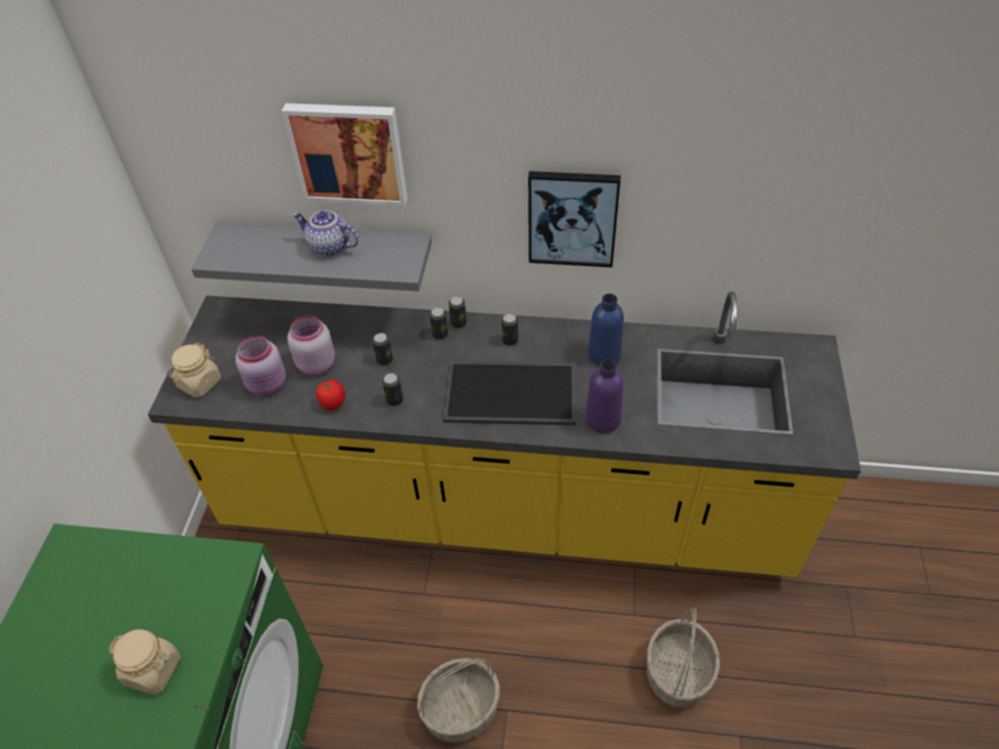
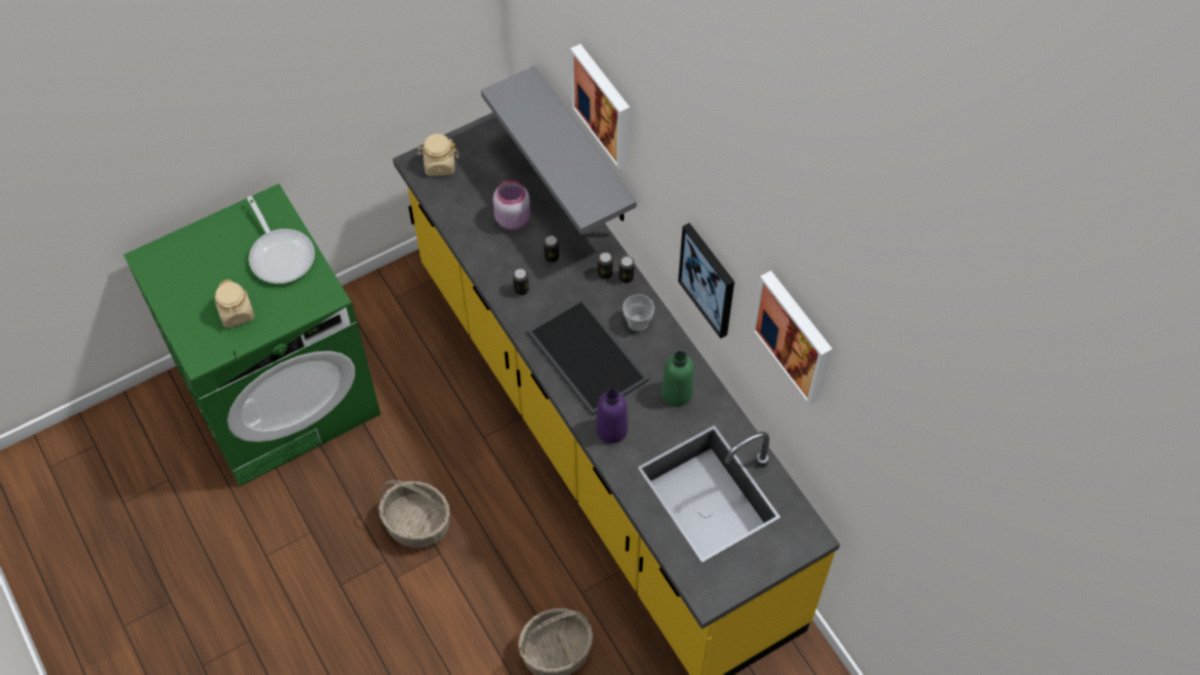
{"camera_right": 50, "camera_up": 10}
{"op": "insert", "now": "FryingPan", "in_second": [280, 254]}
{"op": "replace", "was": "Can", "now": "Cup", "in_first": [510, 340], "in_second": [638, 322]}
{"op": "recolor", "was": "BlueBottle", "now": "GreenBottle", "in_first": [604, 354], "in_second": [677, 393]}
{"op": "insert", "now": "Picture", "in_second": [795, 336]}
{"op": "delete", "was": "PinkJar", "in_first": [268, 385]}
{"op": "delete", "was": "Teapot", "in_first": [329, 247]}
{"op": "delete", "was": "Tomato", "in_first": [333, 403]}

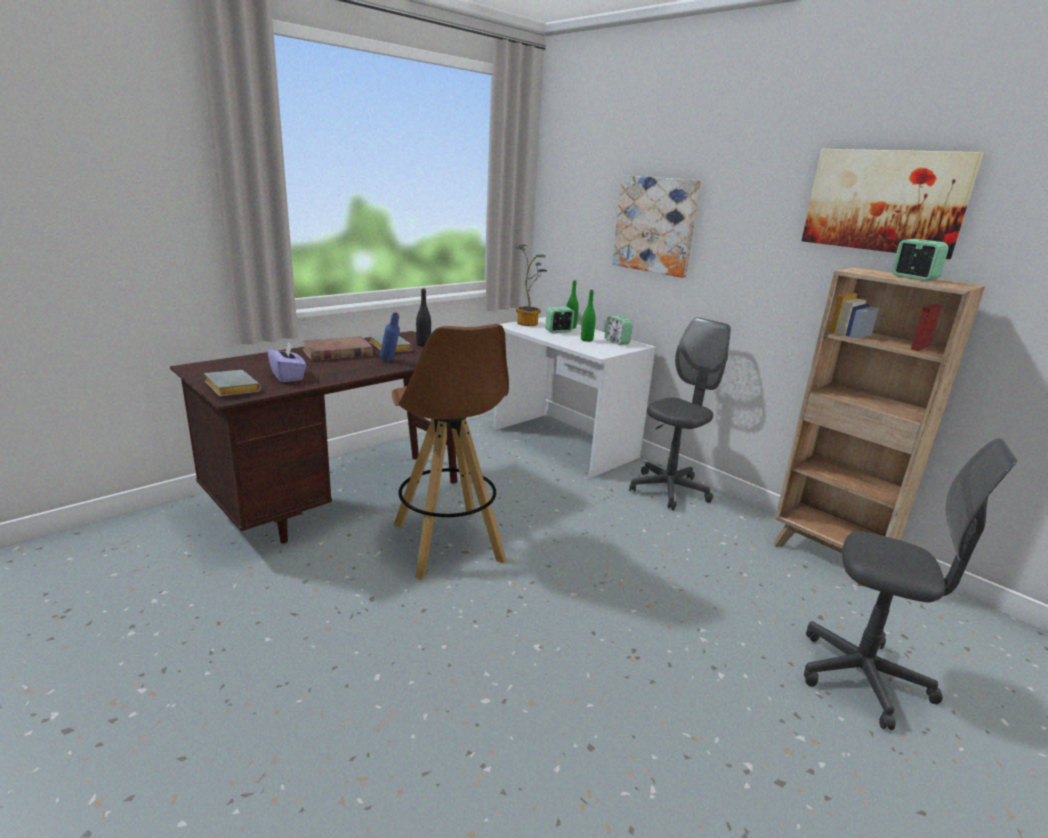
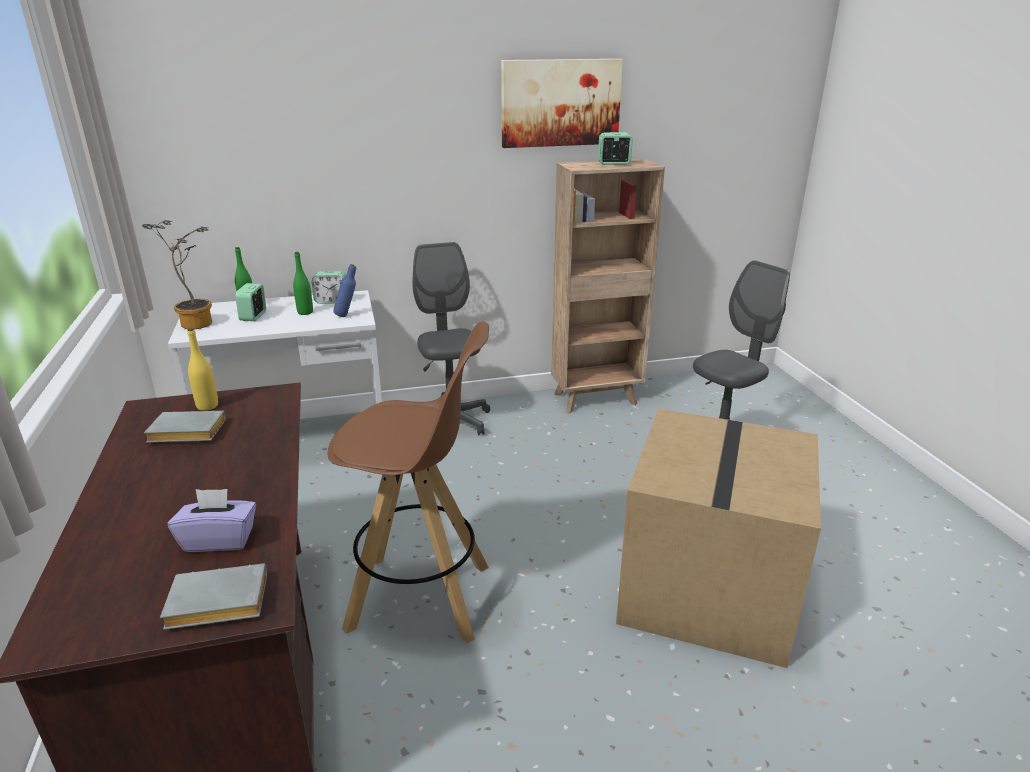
{"camera_right": -60, "camera_up": 5}
{"op": "recolor", "was": "BlackBottle", "now": "YellowBottle", "in_first": [423, 345], "in_second": [207, 406]}
{"op": "move", "was": "BlueBottle", "in_first": [390, 361], "in_second": [347, 315]}
{"op": "insert", "now": "CardboardBox", "in_second": [705, 587]}
{"op": "delete", "was": "BrownBook", "in_first": [337, 353]}
{"op": "delete", "was": "Picture", "in_first": [655, 225]}

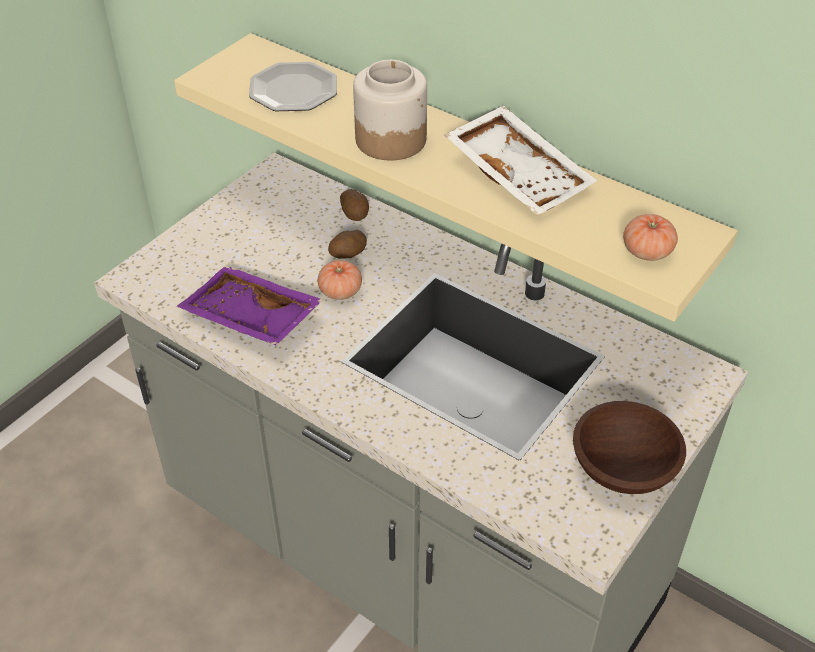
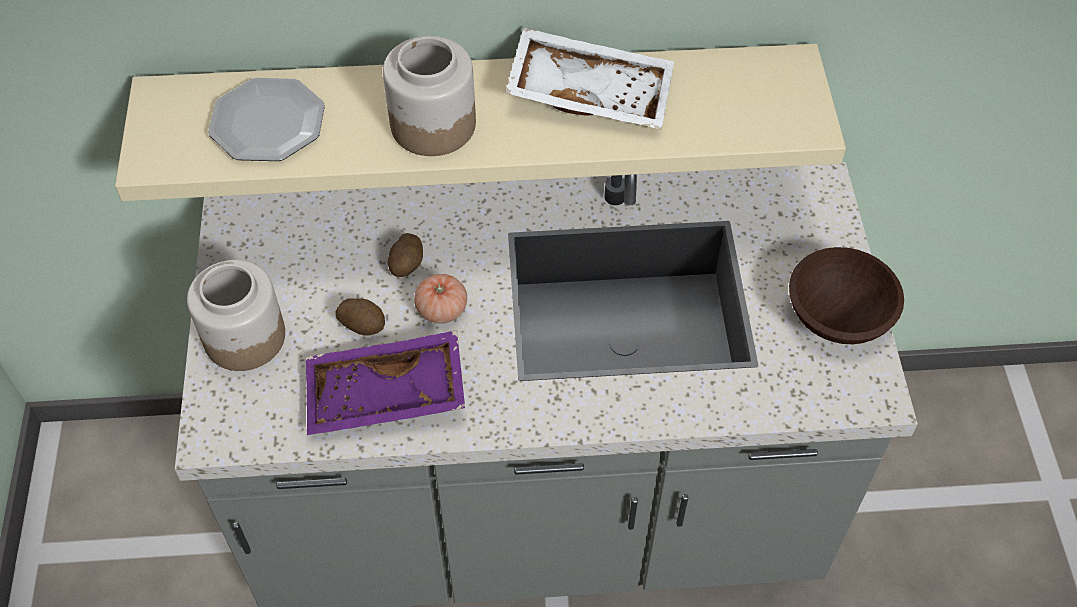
{"camera_right": -40, "camera_up": 10}
{"op": "insert", "now": "Jar", "in_second": [243, 337]}
{"op": "move", "was": "Potato", "in_first": [355, 214], "in_second": [363, 324]}
{"op": "delete", "was": "Tomato", "in_first": [647, 251]}

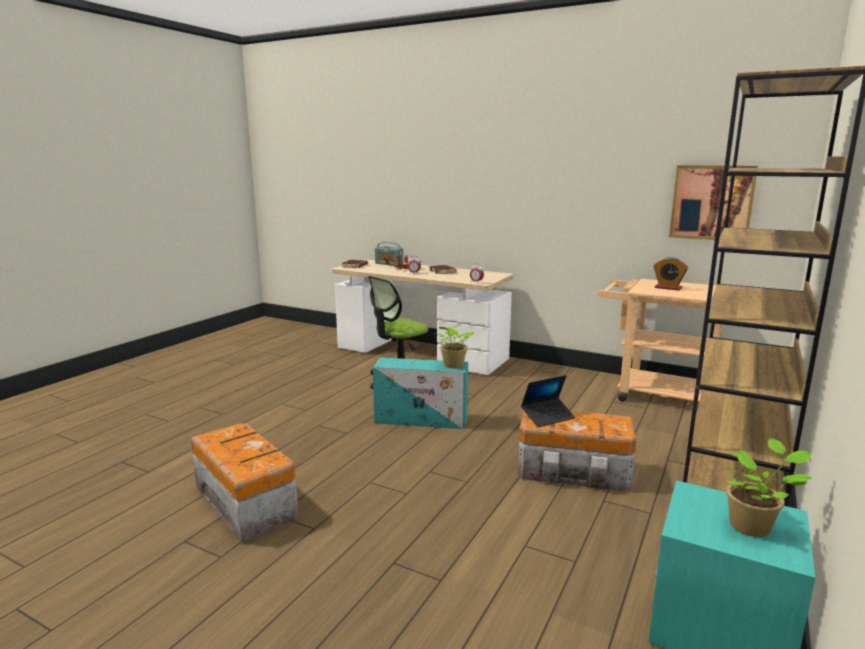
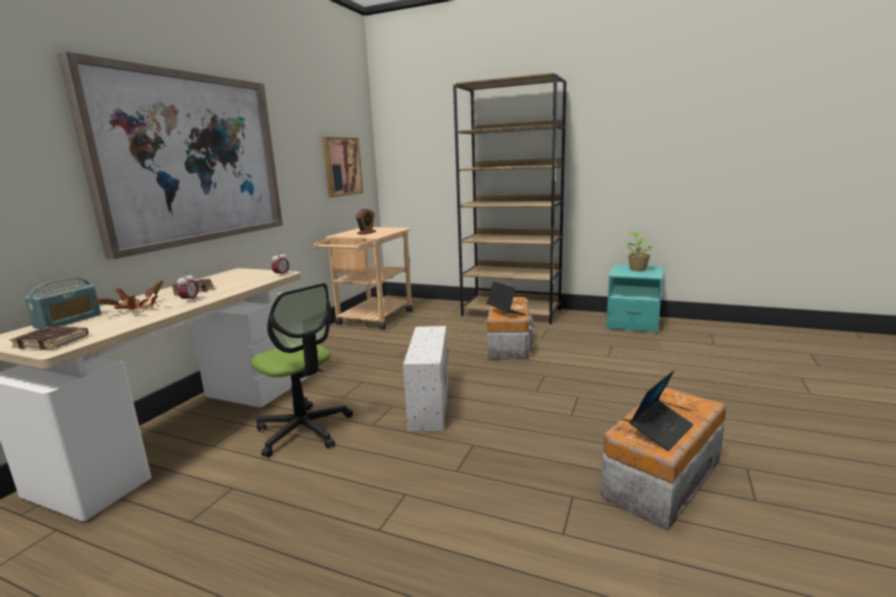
{"camera_right": -95, "camera_up": 0}
{"op": "insert", "now": "Picture", "in_second": [191, 159]}
{"op": "recolor", "was": "TurquoiseStorageBox", "now": "WhiteStorageBox", "in_first": [422, 420], "in_second": [430, 403]}
{"op": "insert", "now": "Laptop", "in_second": [661, 430]}
{"op": "delete", "was": "PottedPlant", "in_first": [452, 366]}

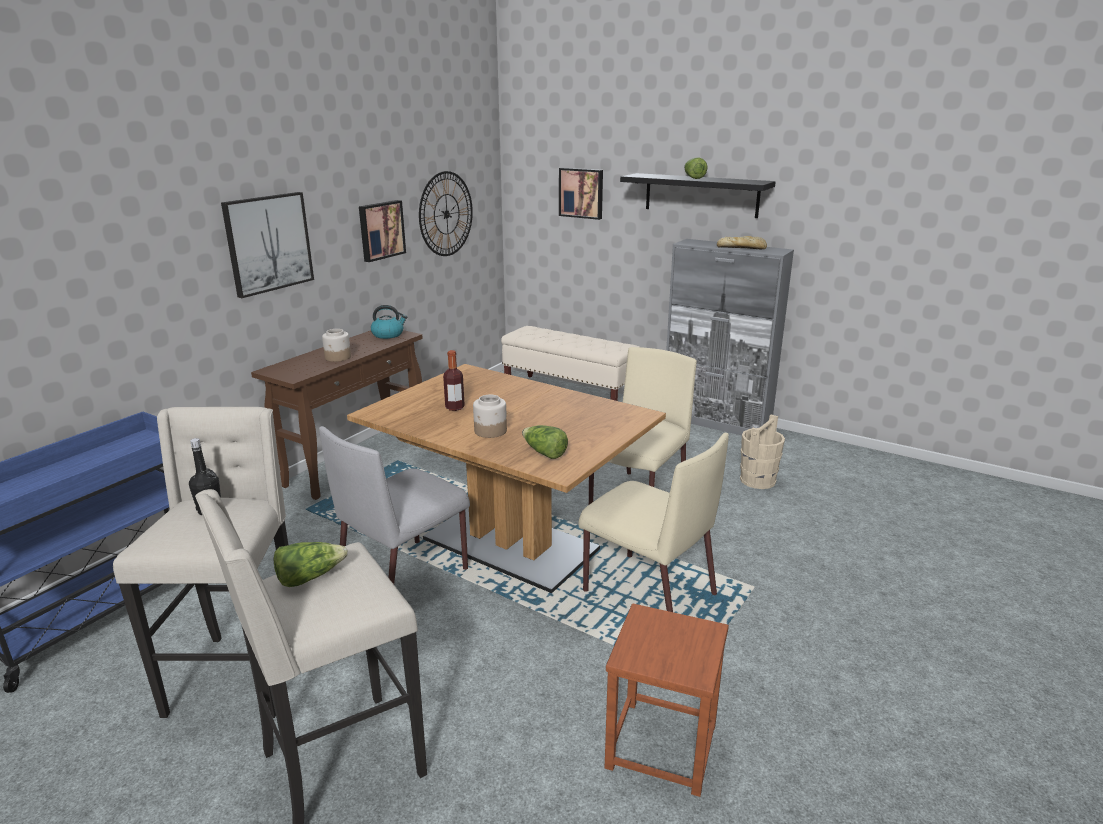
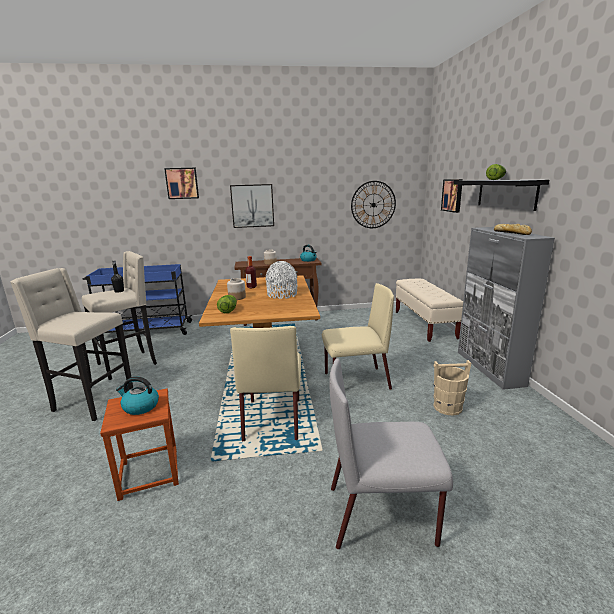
{"camera_right": 50, "camera_up": -5}
{"op": "insert", "now": "Kettle", "in_second": [140, 407]}
{"op": "move", "was": "Picture", "in_first": [380, 230], "in_second": [182, 183]}
{"op": "insert", "now": "WhiteVase", "in_second": [282, 294]}
{"op": "move", "was": "GreyChair", "in_first": [405, 576], "in_second": [383, 515]}
{"op": "delete", "was": "Lettuce", "in_first": [309, 577]}

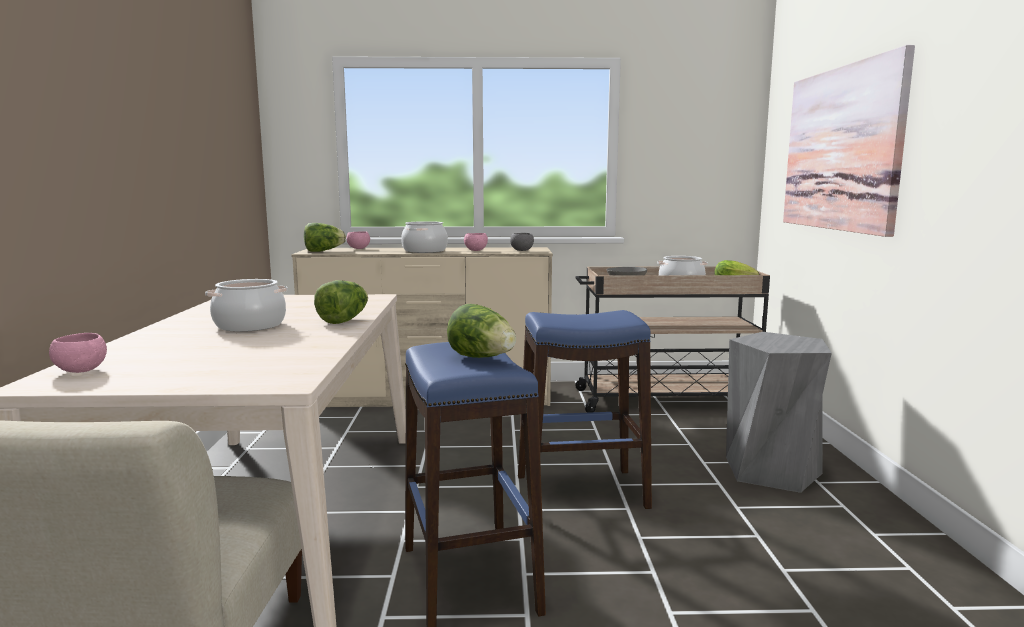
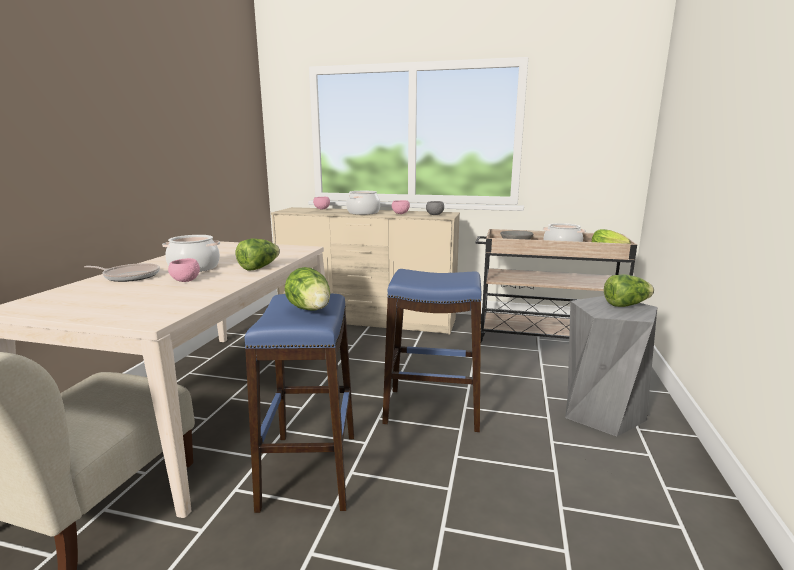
{"camera_right": 15, "camera_up": 5}
{"op": "insert", "now": "FryingPan", "in_second": [129, 276]}
{"op": "move", "was": "PinkBowl", "in_first": [81, 371], "in_second": [185, 281]}
{"op": "move", "was": "Lettuce", "in_first": [323, 251], "in_second": [625, 305]}
{"op": "delete", "was": "Picture", "in_first": [841, 149]}

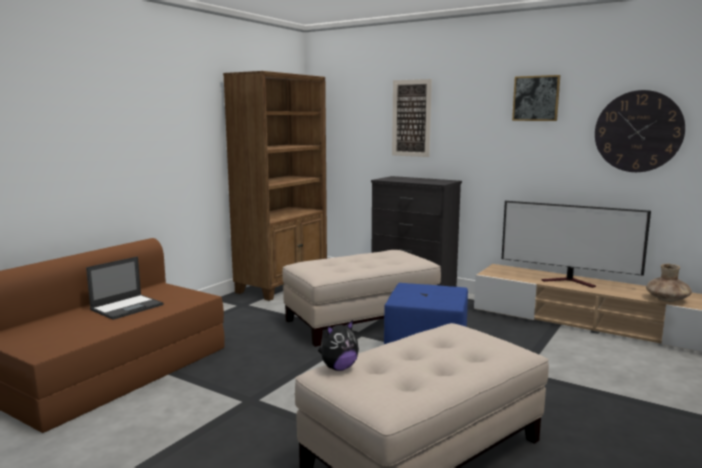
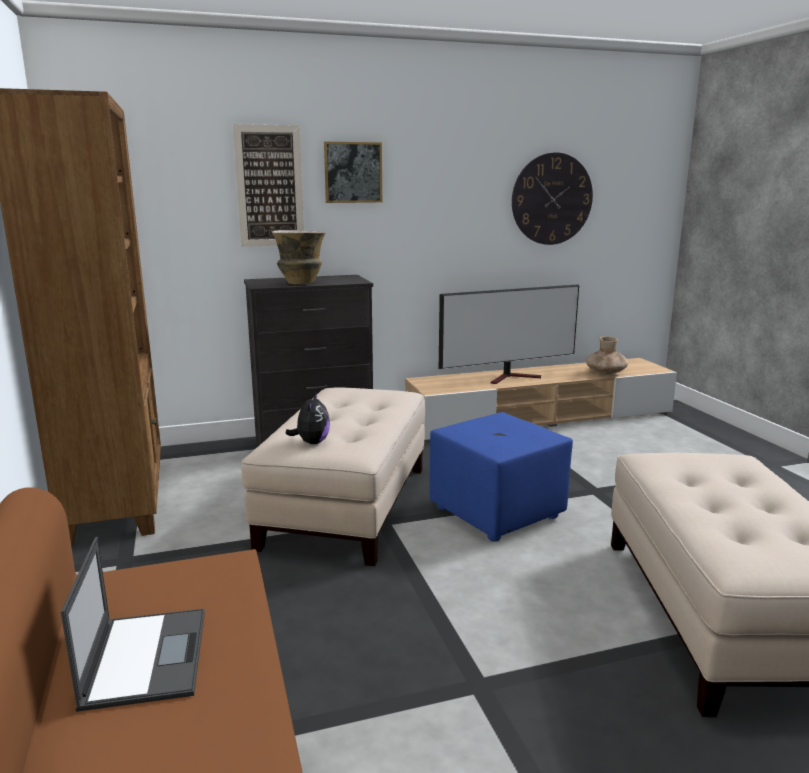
{"camera_right": -50, "camera_up": 5}
{"op": "insert", "now": "Vase", "in_second": [300, 283]}
{"op": "move", "was": "PlushToy", "in_first": [338, 368], "in_second": [311, 442]}
{"op": "move", "was": "Picture", "in_first": [536, 98], "in_second": [353, 172]}

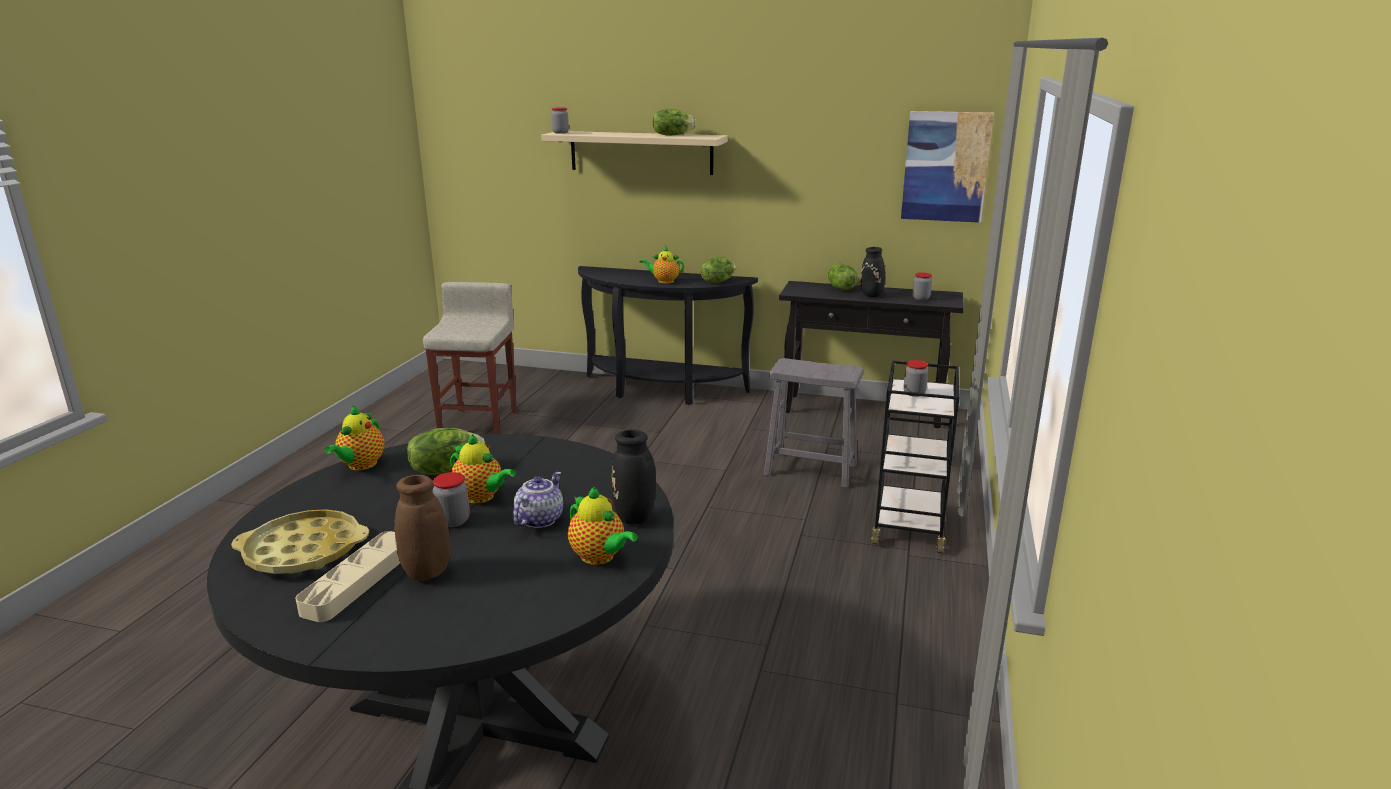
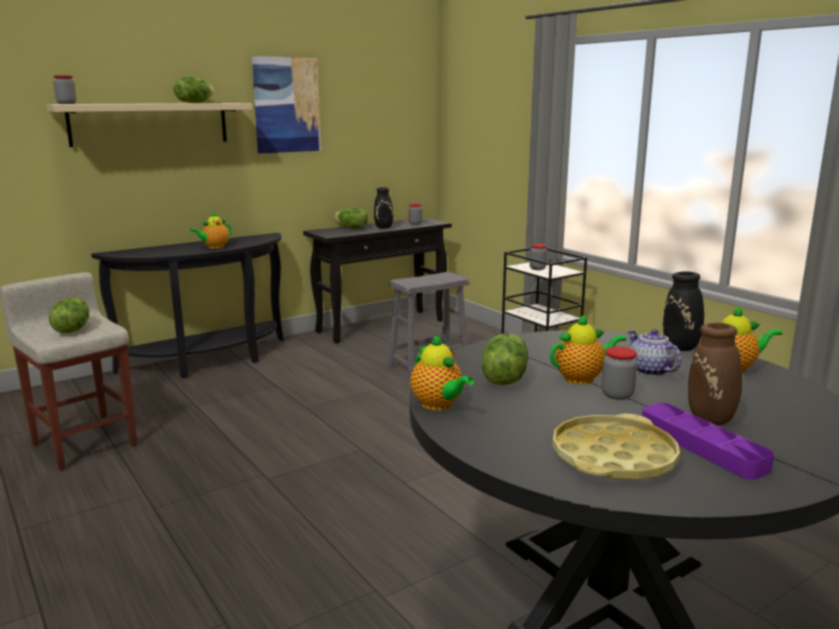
{"camera_right": -50, "camera_up": -5}
{"op": "move", "was": "Lettuce", "in_first": [718, 281], "in_second": [72, 329]}
{"op": "move", "was": "Picture", "in_first": [945, 167], "in_second": [286, 105]}
{"op": "recolor", "was": "BeigeTray", "now": "PurpleTray", "in_first": [358, 581], "in_second": [701, 446]}

